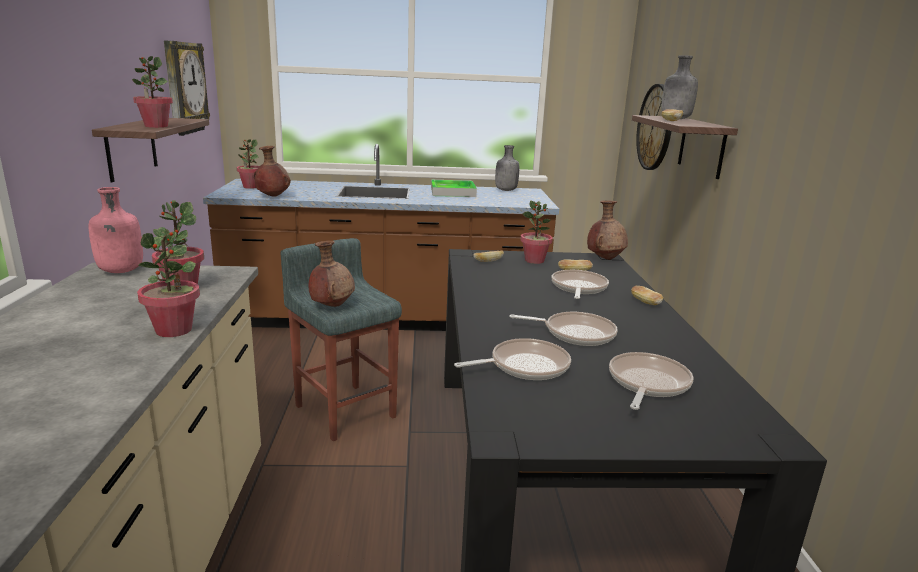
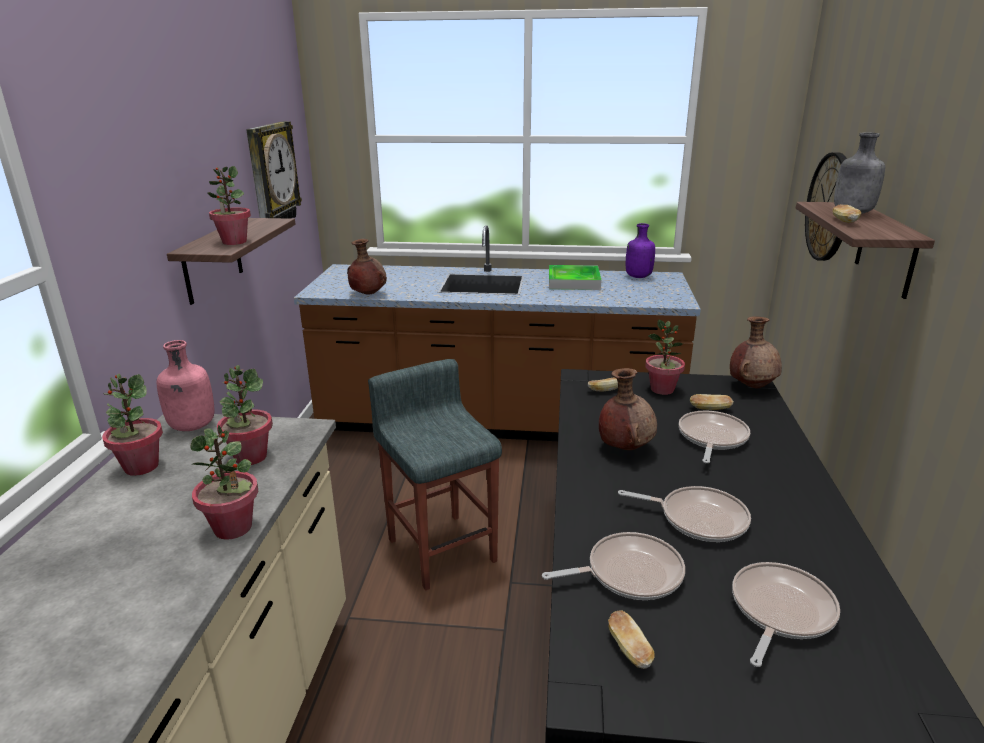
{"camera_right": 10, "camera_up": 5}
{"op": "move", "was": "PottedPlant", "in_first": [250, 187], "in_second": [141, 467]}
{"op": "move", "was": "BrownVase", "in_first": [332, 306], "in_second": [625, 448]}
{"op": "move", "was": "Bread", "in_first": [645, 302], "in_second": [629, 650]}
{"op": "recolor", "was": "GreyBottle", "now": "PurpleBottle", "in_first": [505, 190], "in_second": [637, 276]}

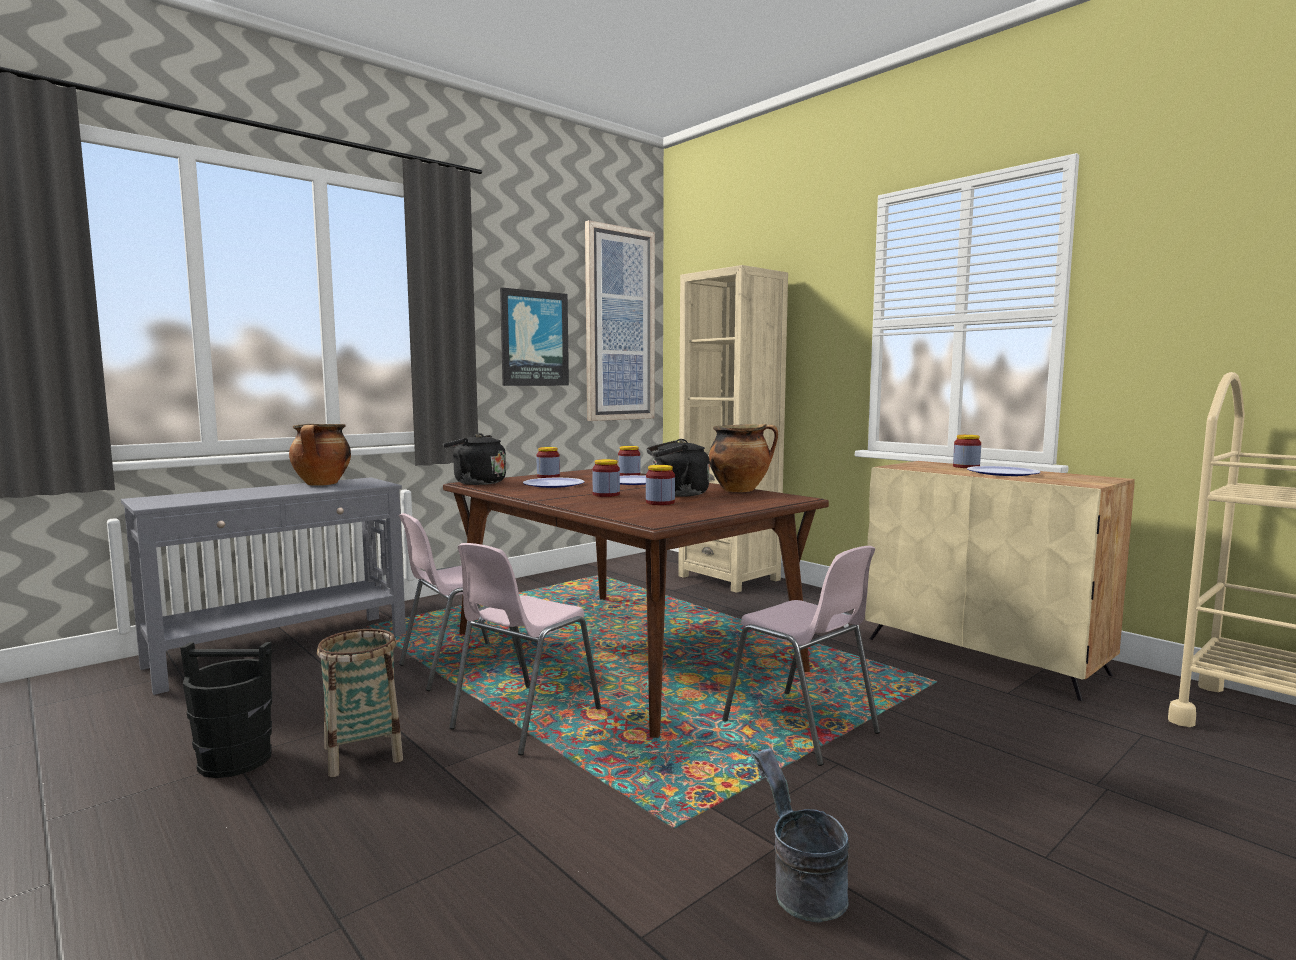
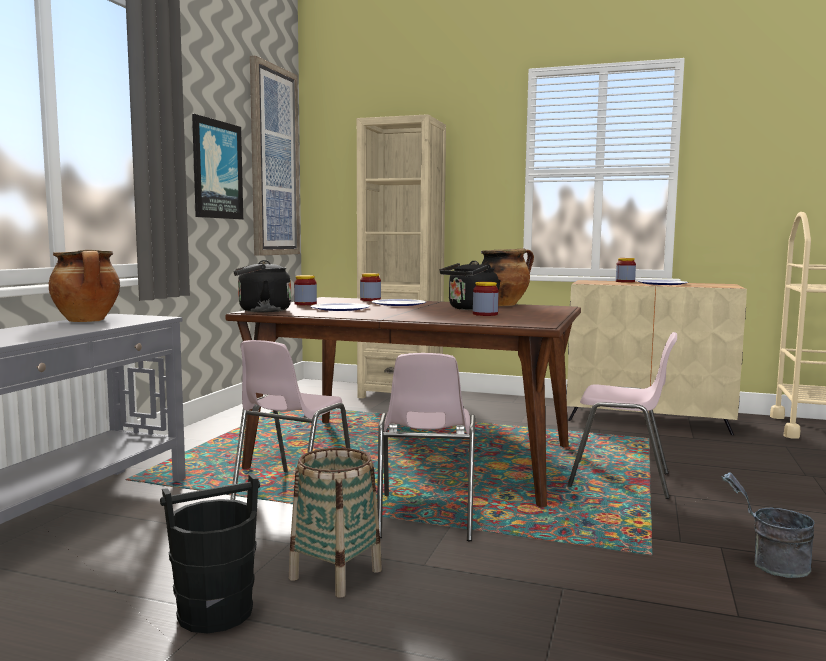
{"camera_right": -30, "camera_up": 0}
{"op": "delete", "was": "Jar", "in_first": [606, 494]}

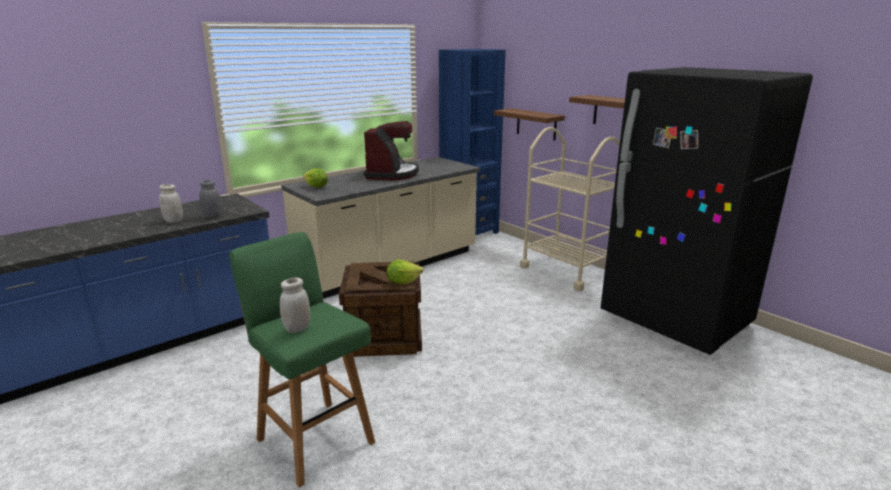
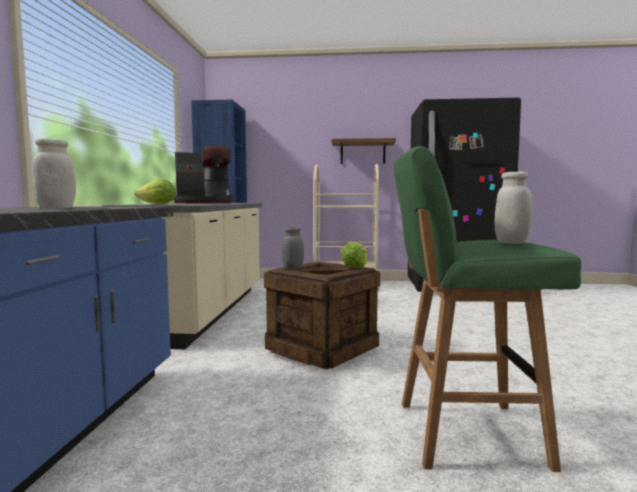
{"camera_right": -45, "camera_up": -15}
{"op": "rotate", "was": "CoffeeMachine", "in_first": [392, 174], "in_second": [204, 203], "clockwise": 105}
{"op": "move", "was": "GreyJar", "in_first": [212, 216], "in_second": [293, 268]}
{"op": "delete", "was": "Shelf", "in_first": [536, 124]}

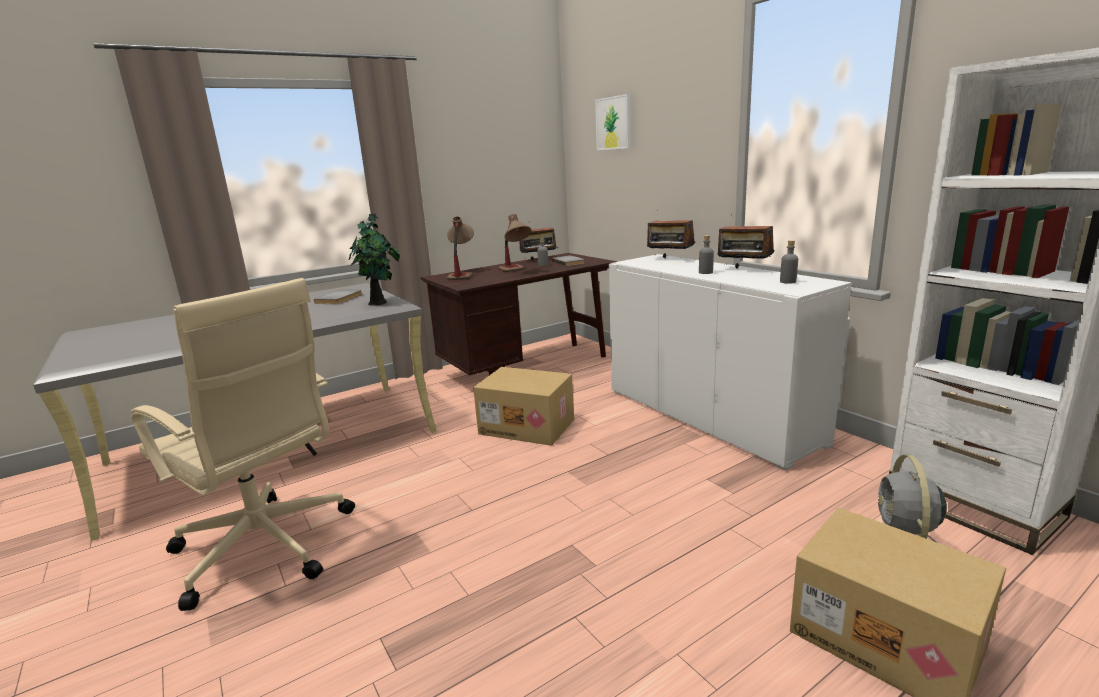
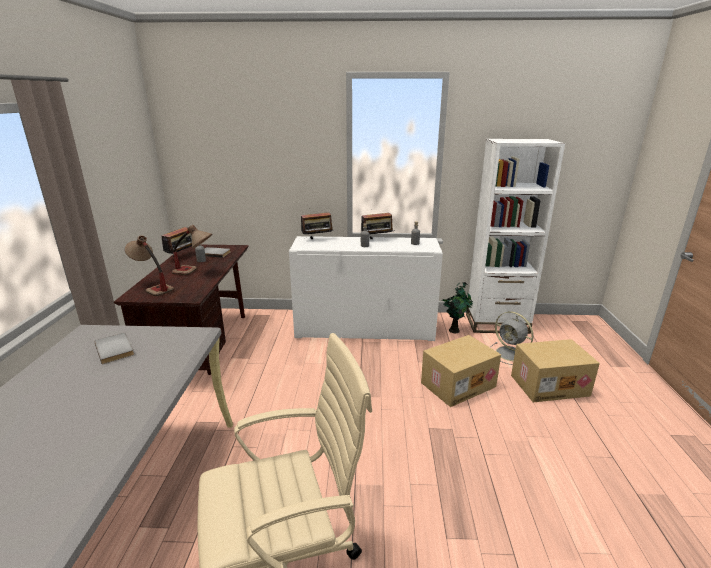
{"camera_right": -55, "camera_up": 5}
{"op": "move", "was": "CardboardBox", "in_first": [528, 426], "in_second": [457, 384]}
{"op": "move", "was": "PottedPlant", "in_first": [379, 303], "in_second": [454, 330]}
{"op": "delete", "was": "Picture", "in_first": [613, 123]}

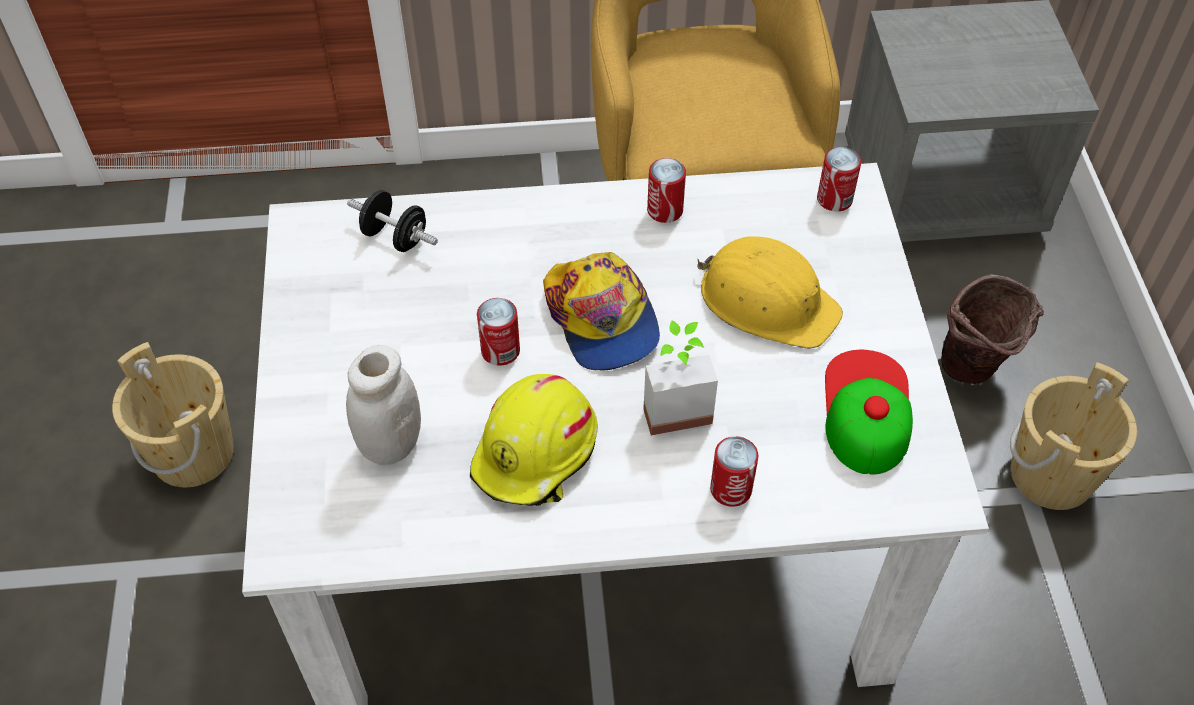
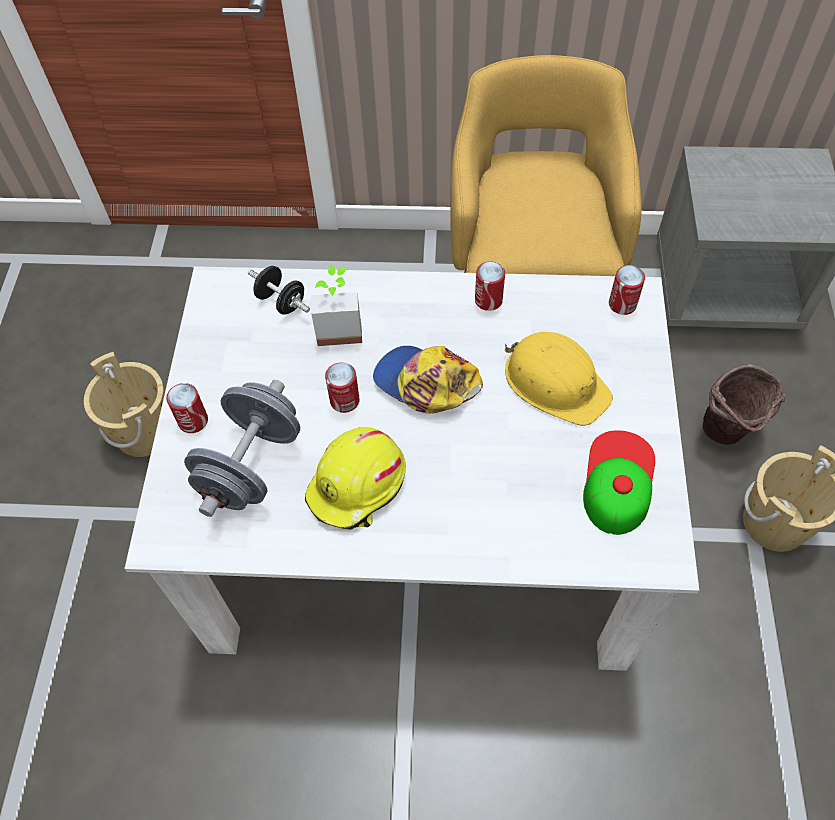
{"camera_right": 10, "camera_up": 5}
{"op": "move", "was": "Can", "in_first": [731, 489], "in_second": [193, 421]}
{"op": "replace", "was": "WhiteJar", "now": "GreyDumbbell", "in_first": [390, 444], "in_second": [251, 465]}
{"op": "move", "was": "PottedPlant", "in_first": [674, 405], "in_second": [339, 328]}
{"op": "rotate", "was": "Cap", "in_first": [602, 319], "in_second": [425, 383], "clockwise": 135}

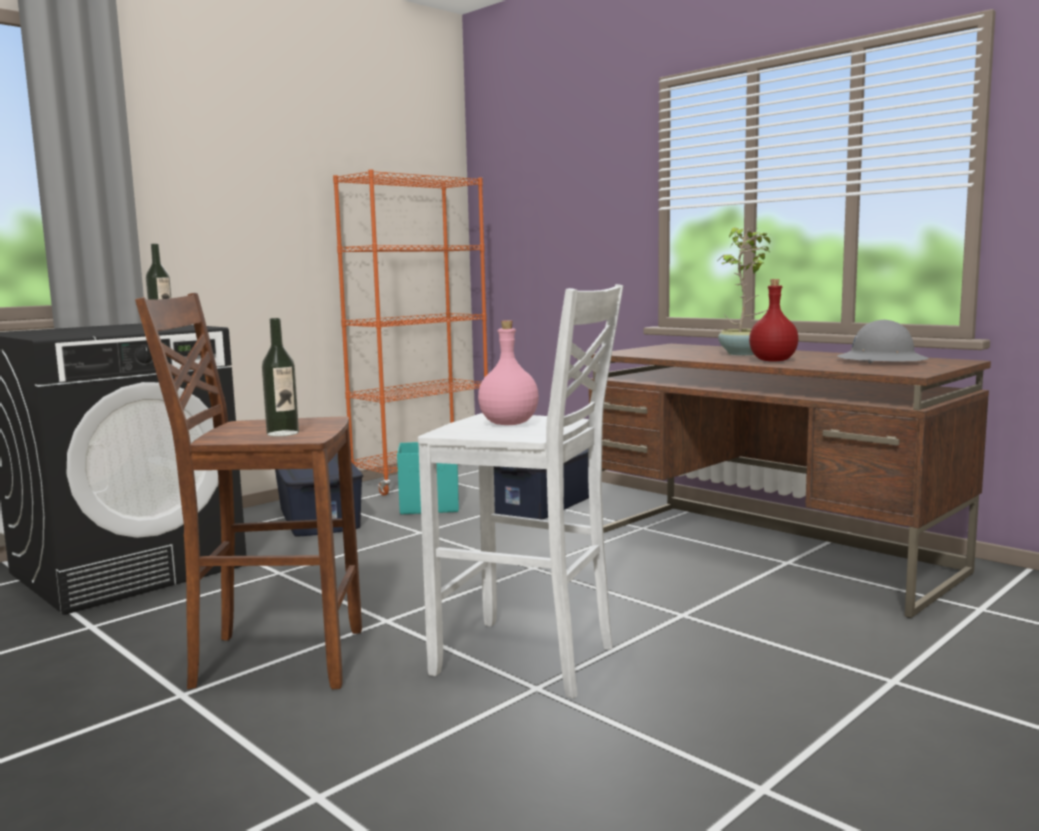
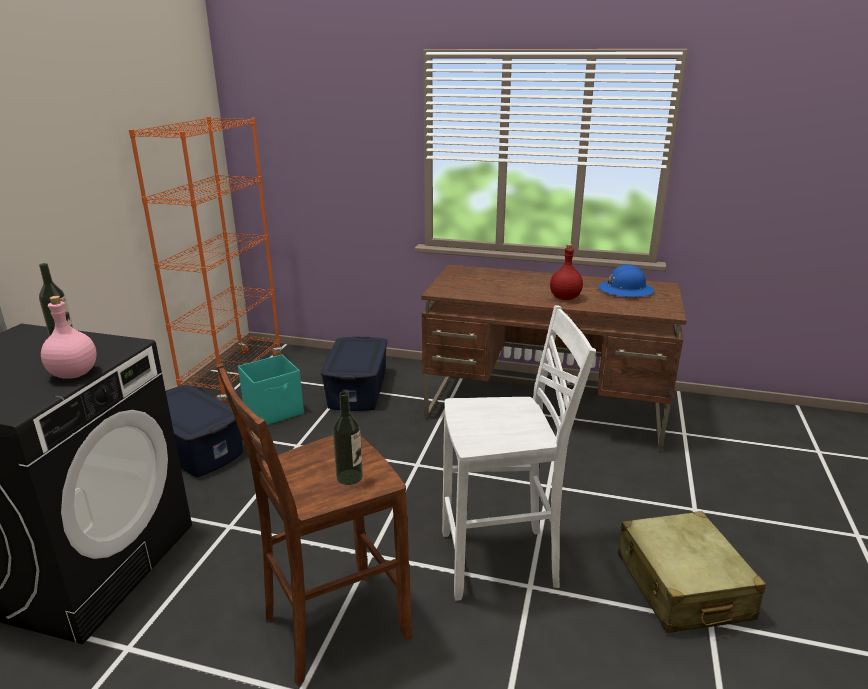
{"camera_right": -30, "camera_up": 15}
{"op": "move", "was": "PinkBottle", "in_first": [509, 424], "in_second": [75, 374]}
{"op": "recolor", "was": "GreyHardHat", "now": "BlueHardHat", "in_first": [881, 361], "in_second": [625, 290]}
{"op": "insert", "now": "BeigeSuitcase", "in_second": [682, 586]}
{"op": "delete", "was": "PottedPlant", "in_first": [745, 354]}

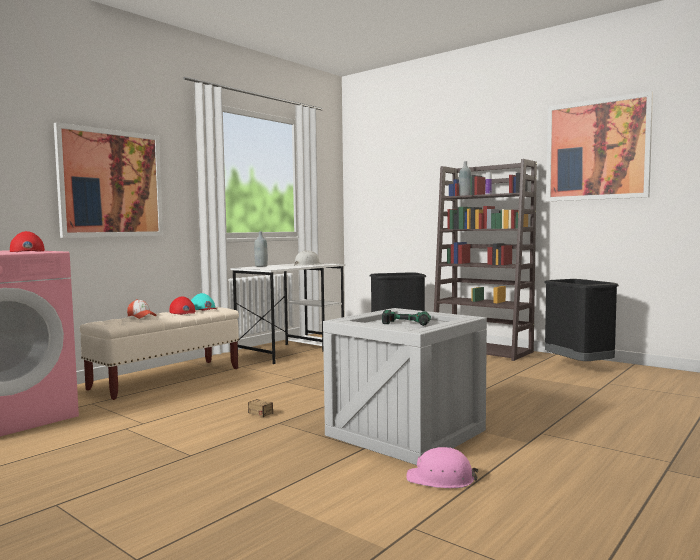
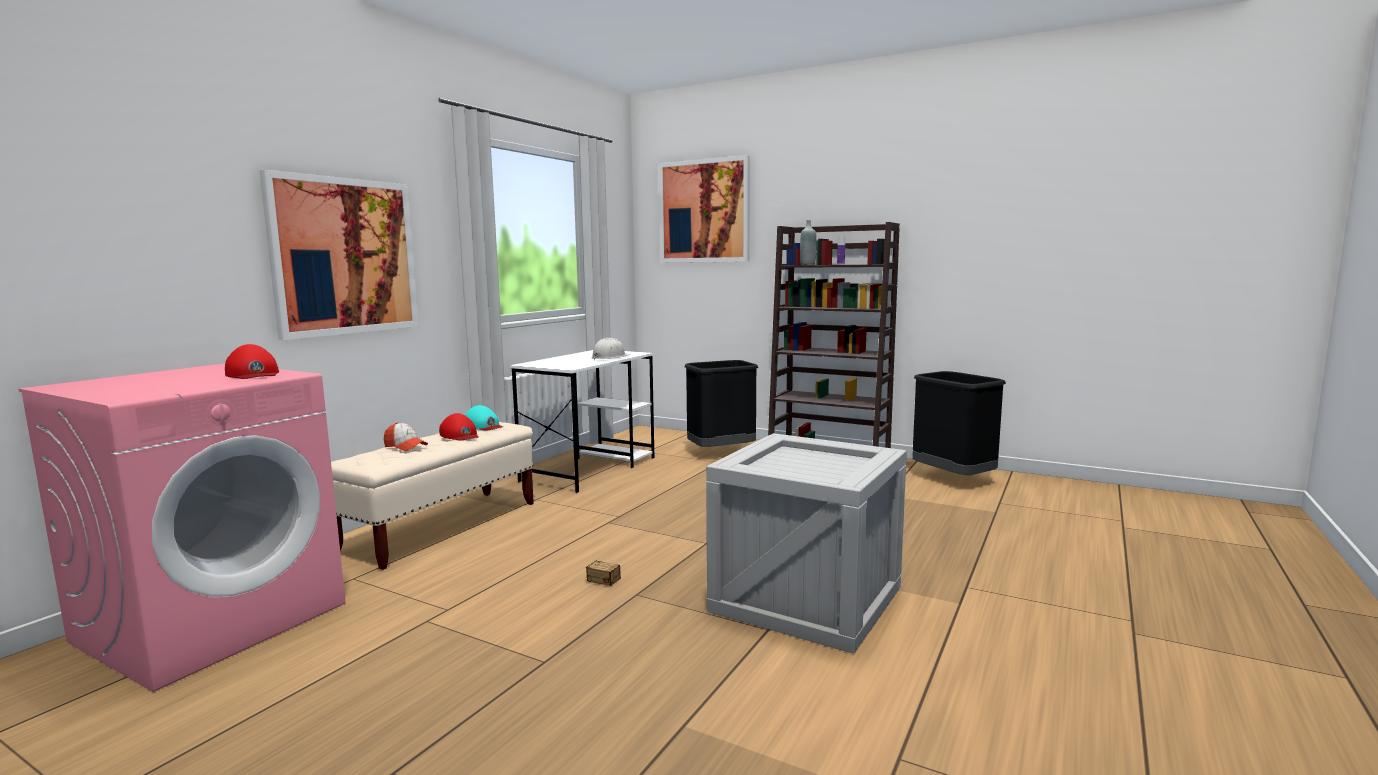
{"camera_right": -10, "camera_up": 5}
{"op": "move", "was": "Picture", "in_first": [597, 150], "in_second": [704, 211]}
{"op": "delete", "was": "GreyBottle", "in_first": [261, 266]}
{"op": "delete", "was": "PowerDrill", "in_first": [405, 324]}
{"op": "delete", "was": "PinkHardHat", "in_first": [441, 478]}

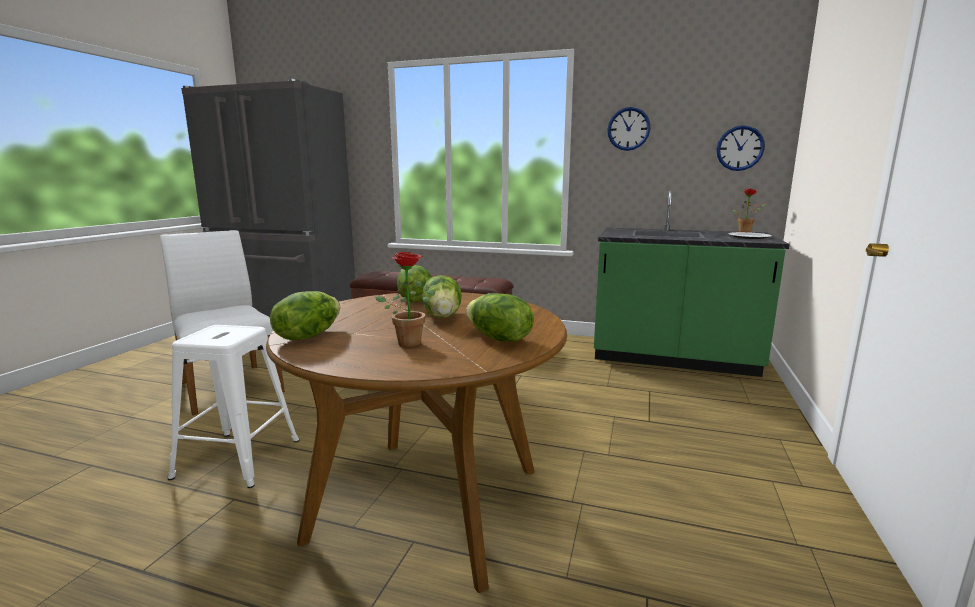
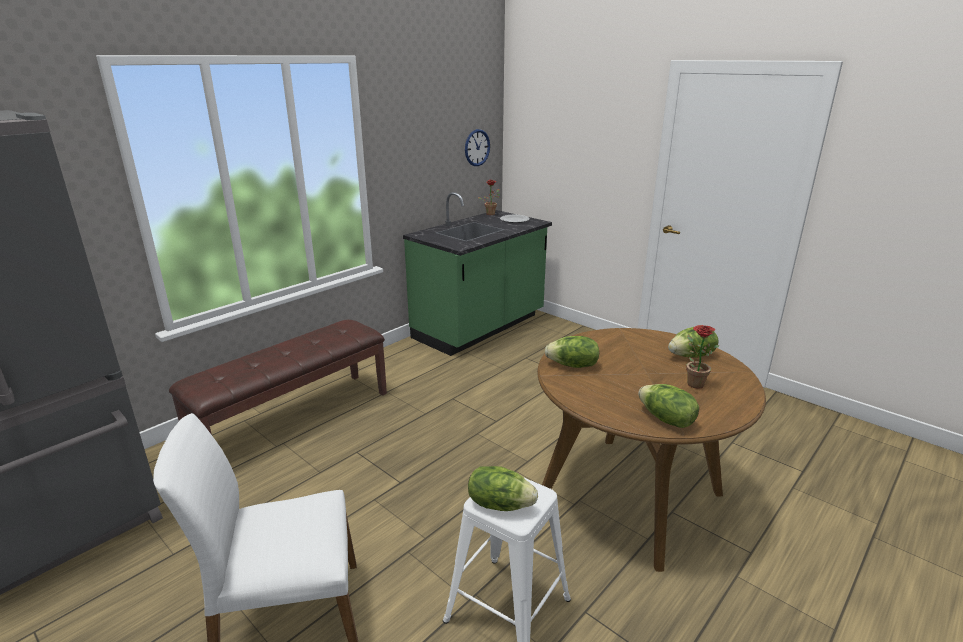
{"camera_right": -65, "camera_up": 10}
{"op": "move", "was": "Lettuce", "in_first": [443, 316], "in_second": [500, 504]}
{"op": "delete", "was": "WallClock", "in_first": [628, 129]}

